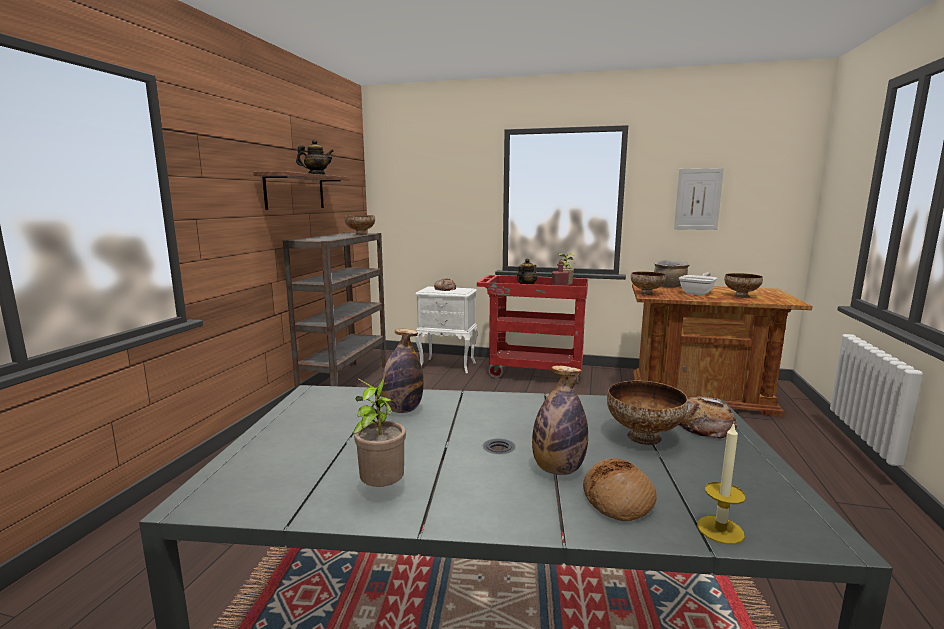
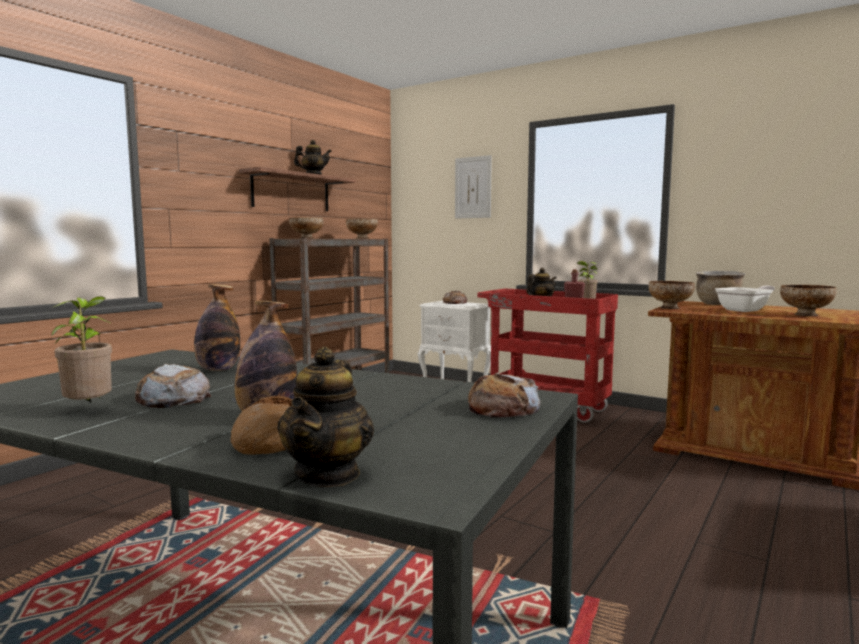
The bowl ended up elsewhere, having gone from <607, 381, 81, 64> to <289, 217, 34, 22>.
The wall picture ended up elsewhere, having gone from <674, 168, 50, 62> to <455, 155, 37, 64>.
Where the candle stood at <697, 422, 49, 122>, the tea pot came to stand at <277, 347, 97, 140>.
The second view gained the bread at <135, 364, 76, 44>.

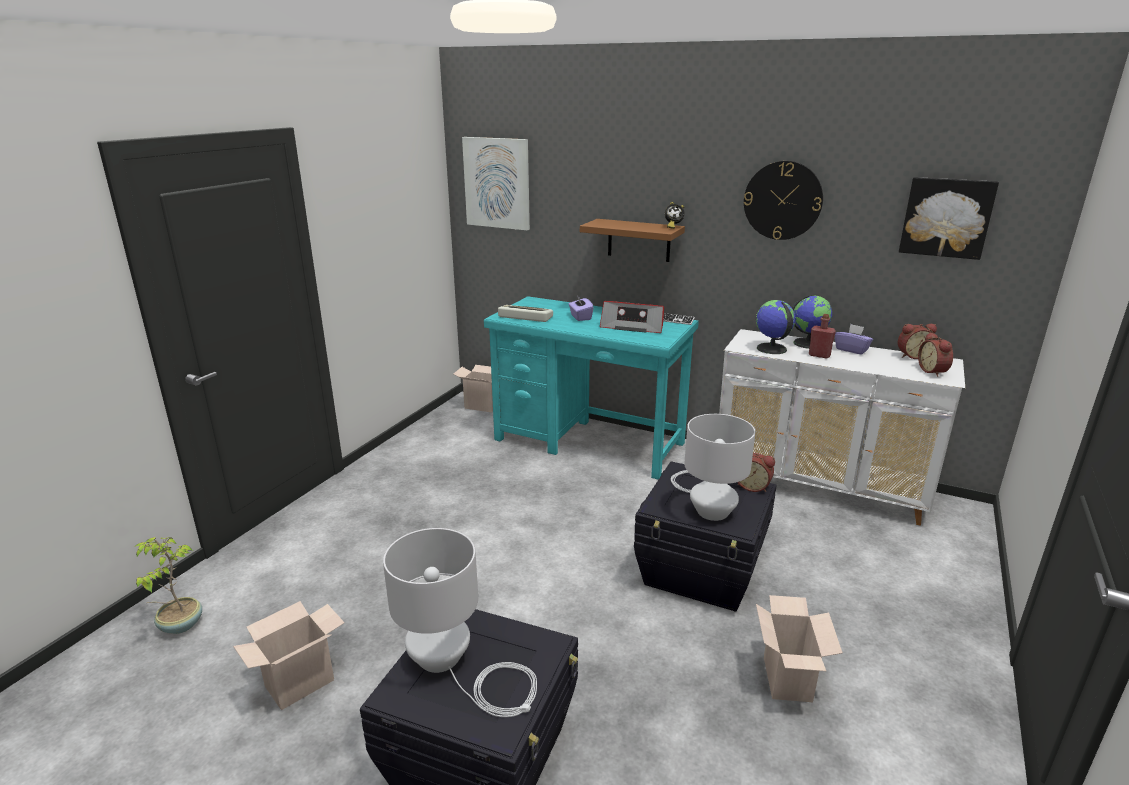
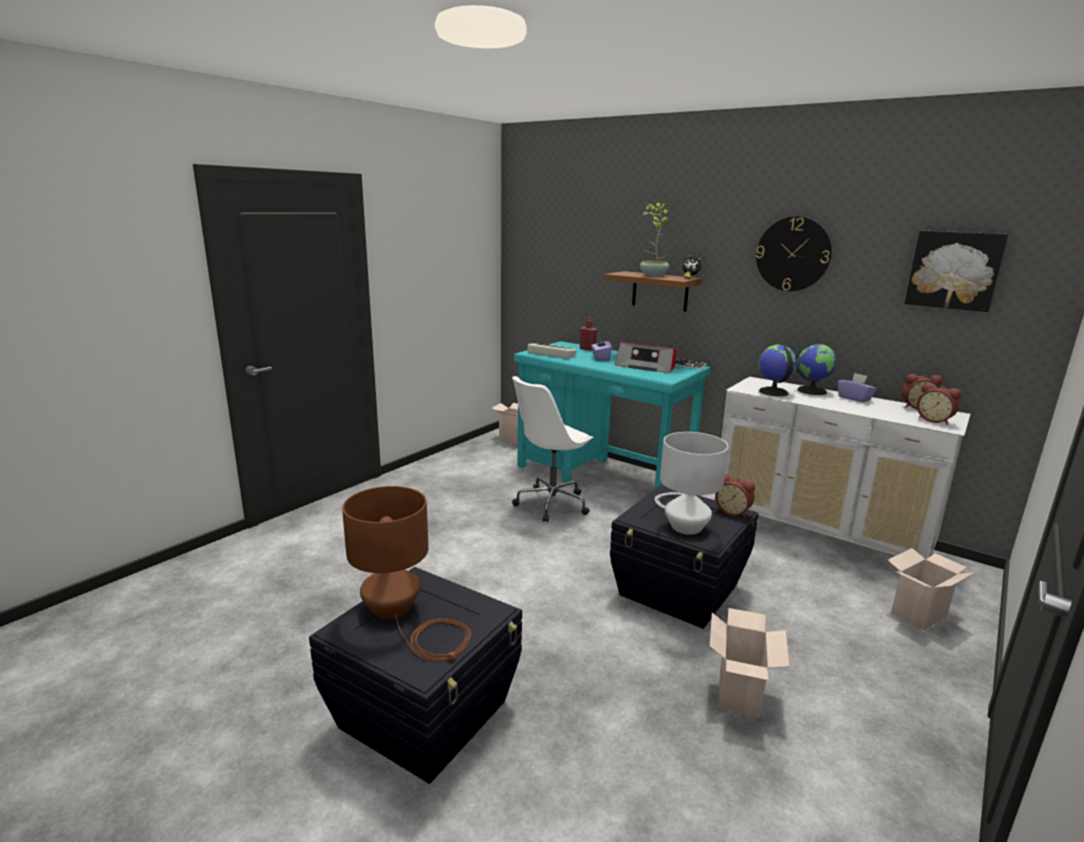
The potted plant ended up elsewhere, having gone from <134, 537, 68, 97> to <640, 200, 30, 77>.
The carton ended up elsewhere, having gone from <233, 601, 112, 109> to <888, 548, 87, 83>.
What was the table lamp in whitish at <383, 528, 154, 189> turned into the table lamp in brown-coloured at <342, 486, 129, 176>.
The second view lost the wall picture at <462, 137, 68, 93>.
The bottle in red ended up elsewhere, having gone from <809, 314, 27, 45> to <580, 317, 17, 34>.
The bedside clock at <918, 332, 35, 45> ended up facing another way, 45 degrees counterclockwise from before.
The second view gained the computer chair in whitish at <512, 376, 82, 146>.

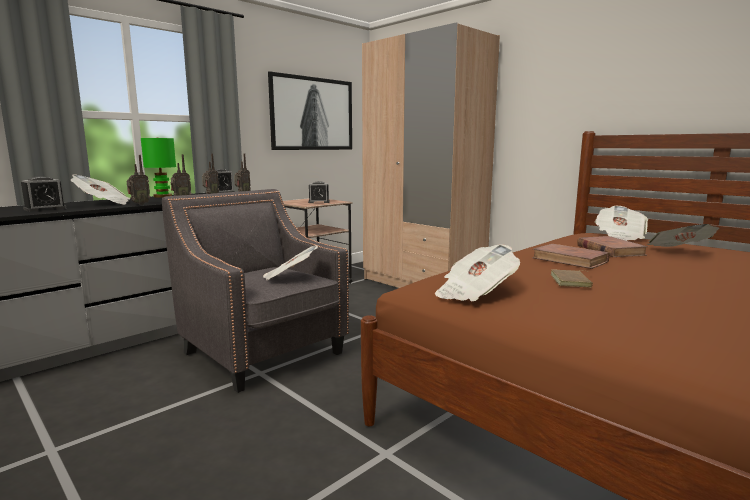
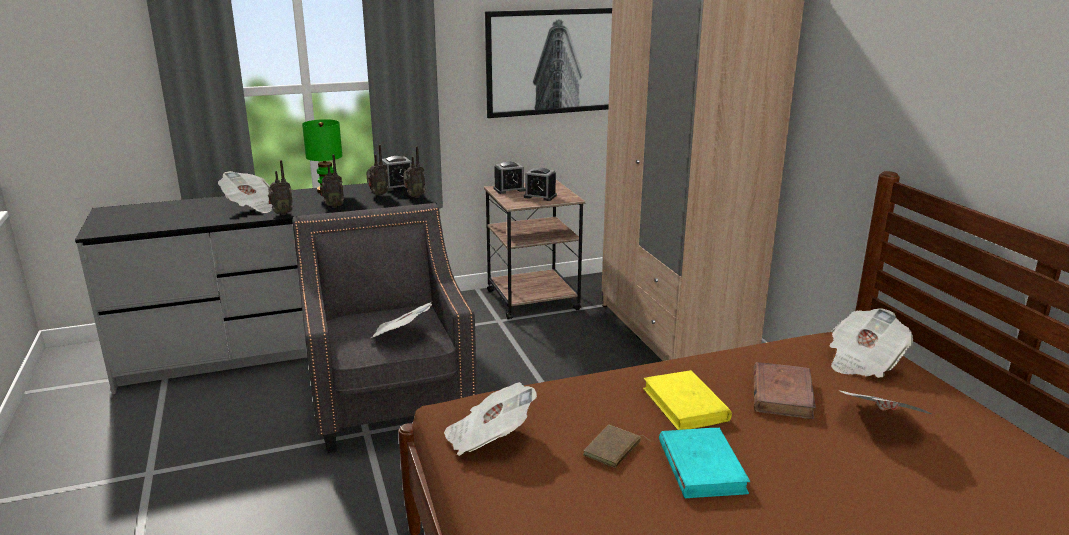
The bedside clock ended up elsewhere, having gone from <21, 177, 46, 35> to <494, 162, 31, 32>.
What was the volume in brown-coloured at <532, 244, 78, 25> turned into the volume in yellow-coloured at <643, 370, 89, 60>.
The second view gained the volume in turquoise-coloured at <659, 428, 91, 70>.

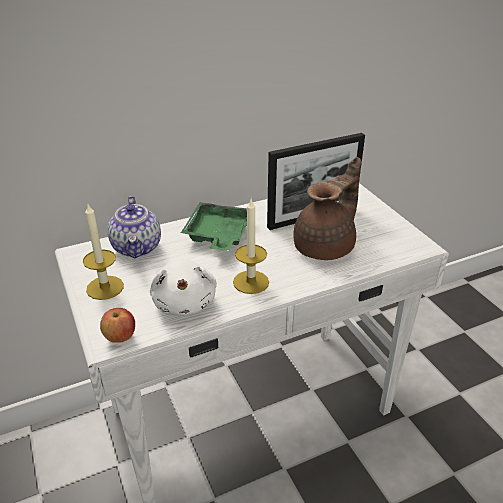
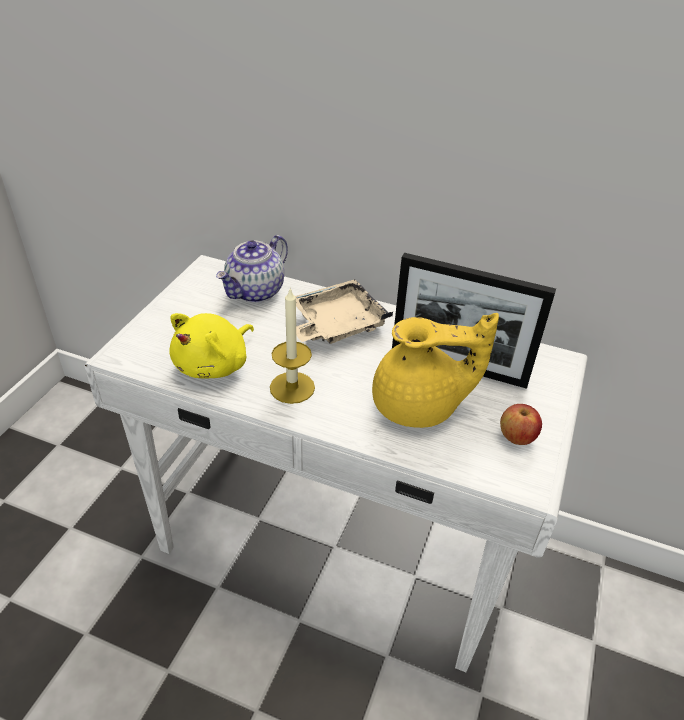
The second view lost the candle at <83, 204, 41, 96>.
The whole apple ended up elsewhere, having gone from <100, 308, 35, 35> to <500, 404, 42, 41>.
What was the cuddly toy in whitish at <150, 259, 67, 56> turned into the cuddly toy in yellow-coloured at <169, 313, 85, 66>.
What was the carrying tray in greenish at <181, 202, 66, 49> turned into the carrying tray in sand-coloured at <295, 279, 98, 65>.
What was the tea pot in brown-coloured at <293, 157, 68, 103> turned into the tea pot in yellow-coloured at <372, 313, 127, 115>.

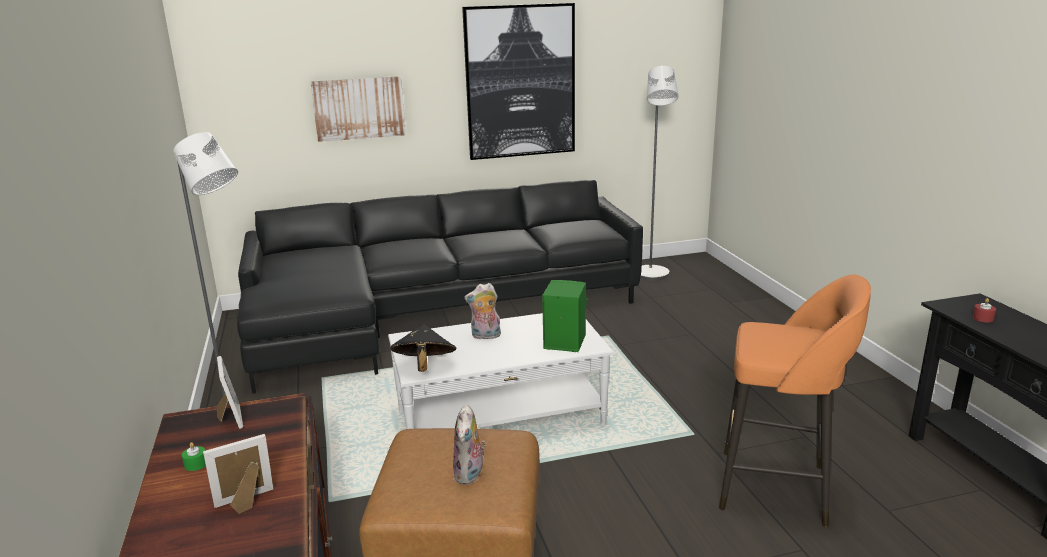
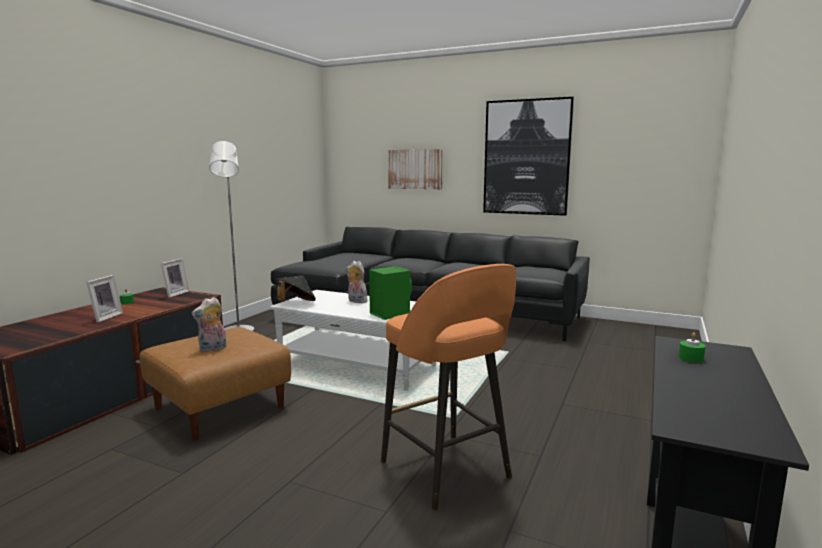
The photo frame at <203, 434, 70, 80> ended up facing another way, 90 degrees clockwise from before.
The second view lost the standing lamp in grey at <640, 66, 38, 215>.
What was the candle in red at <973, 298, 23, 24> turned into the candle in greenish at <678, 332, 27, 31>.

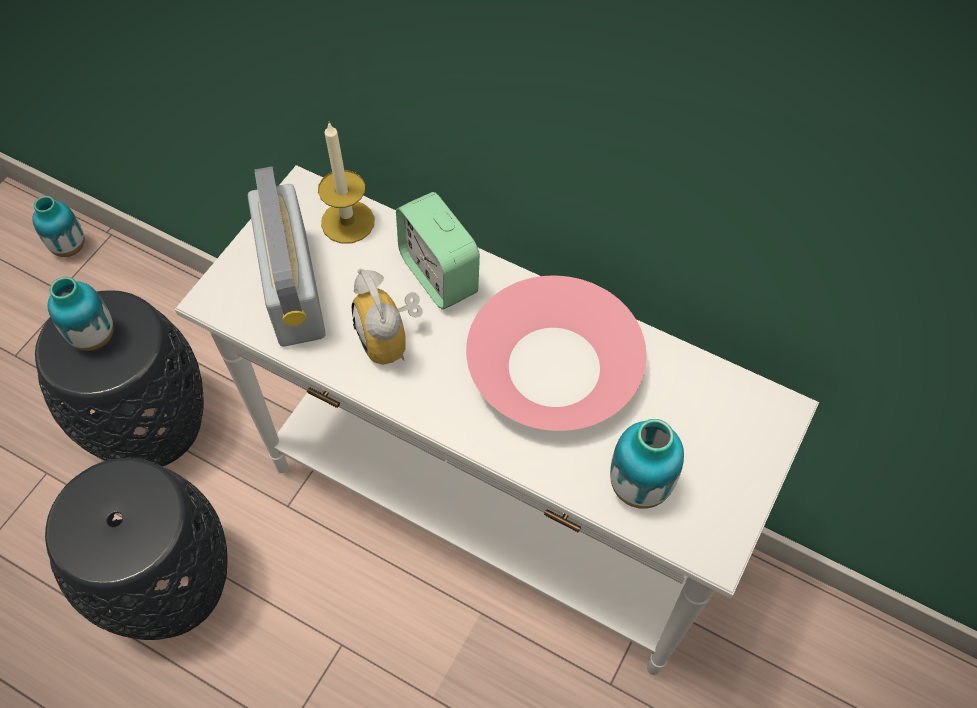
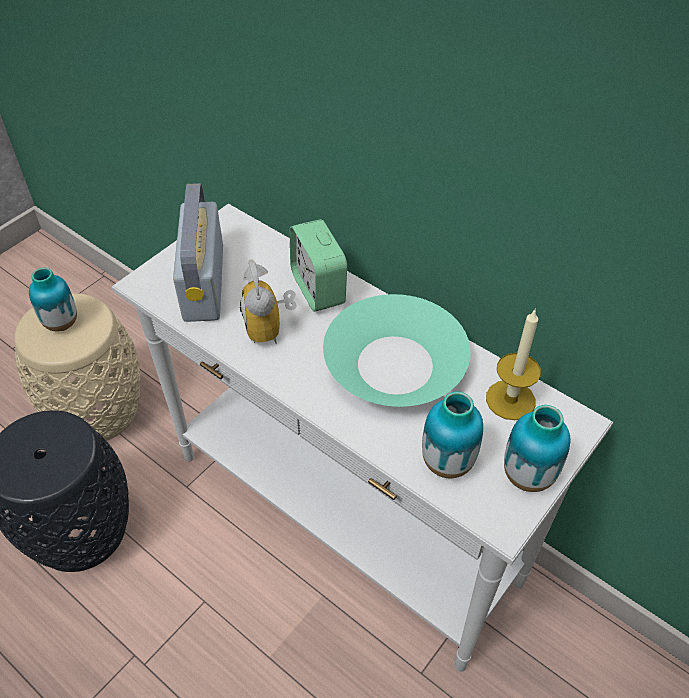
The decorative vase ended up elsewhere, having gone from <32, 196, 53, 61> to <504, 405, 66, 87>.
What was the sitting stool in black at <35, 290, 169, 176> turned into the sitting stool in sand-coloured at <14, 293, 127, 148>.
The candle ended up elsewhere, having gone from <318, 123, 57, 121> to <486, 310, 55, 110>.
What was the bowl in pink-coloured at <466, 276, 180, 155> turned into the bowl in turquoise-coloured at <323, 294, 148, 113>.

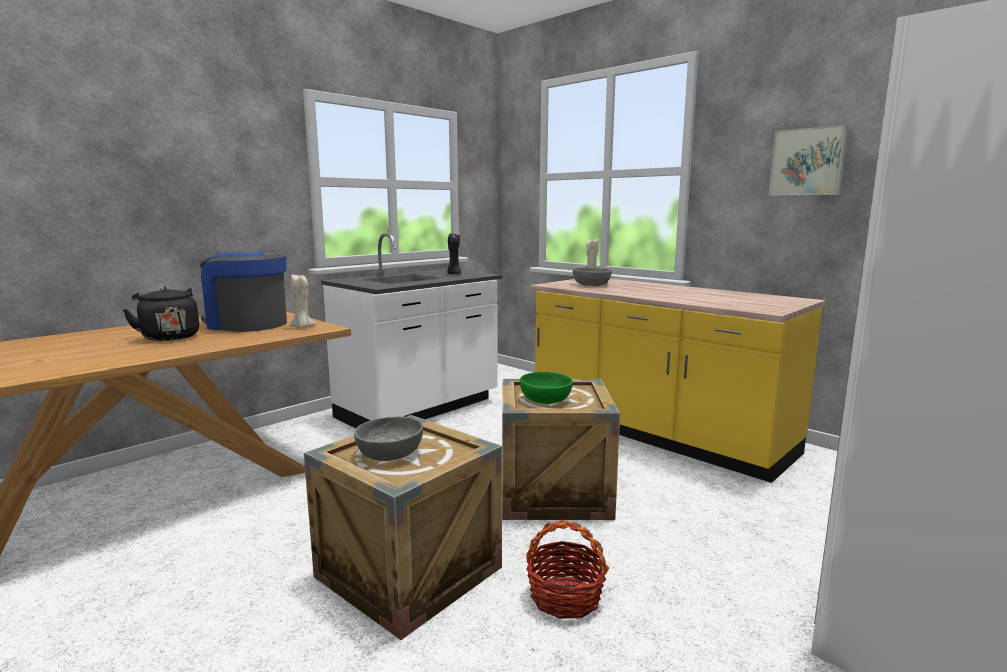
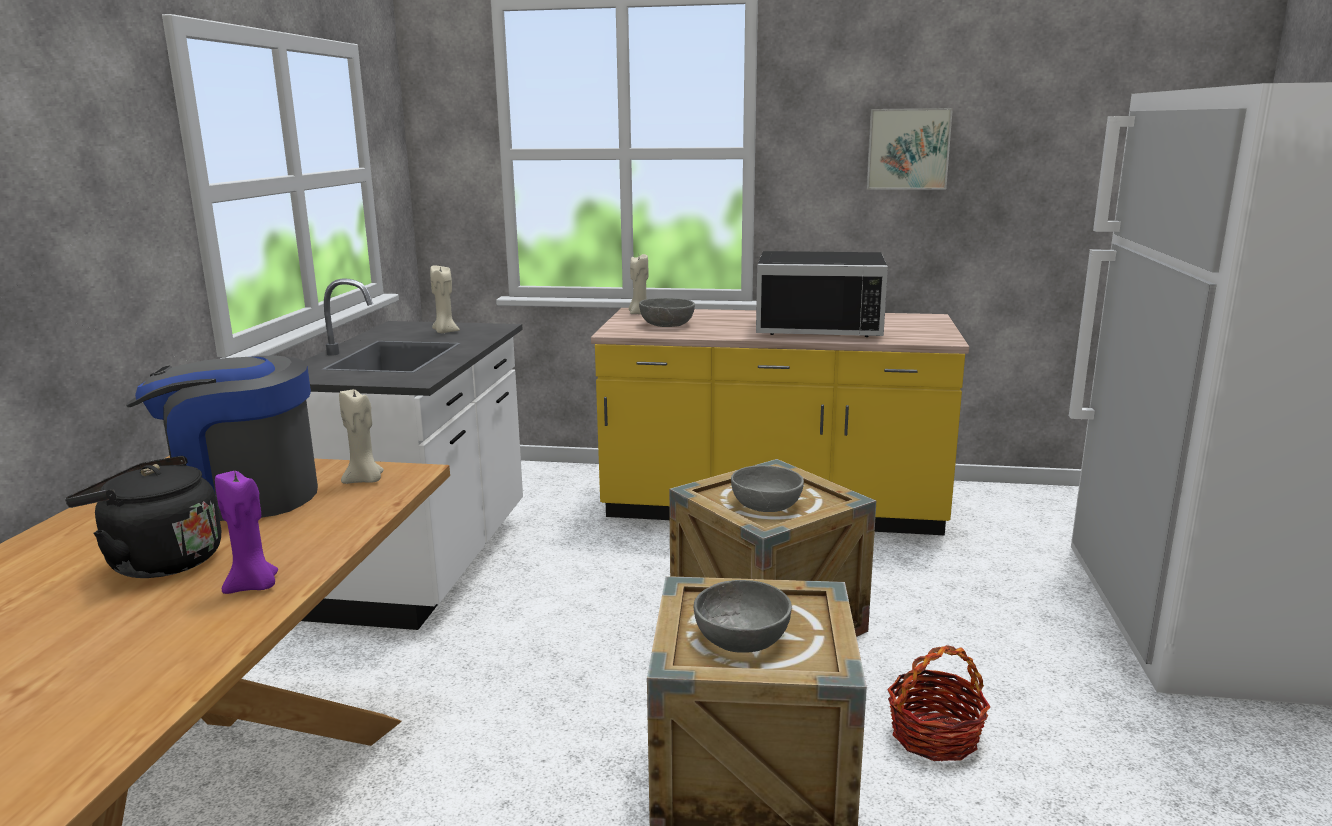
What was the candle in black at <447, 234, 14, 40> turned into the candle in sand-coloured at <430, 266, 30, 67>.
What was the bowl in greenish at <520, 372, 53, 32> turned into the bowl in grey at <731, 466, 73, 46>.
The second view gained the candle in purple-coloured at <215, 469, 63, 125>.
The second view gained the kitchen microwave in black at <756, 251, 132, 86>.

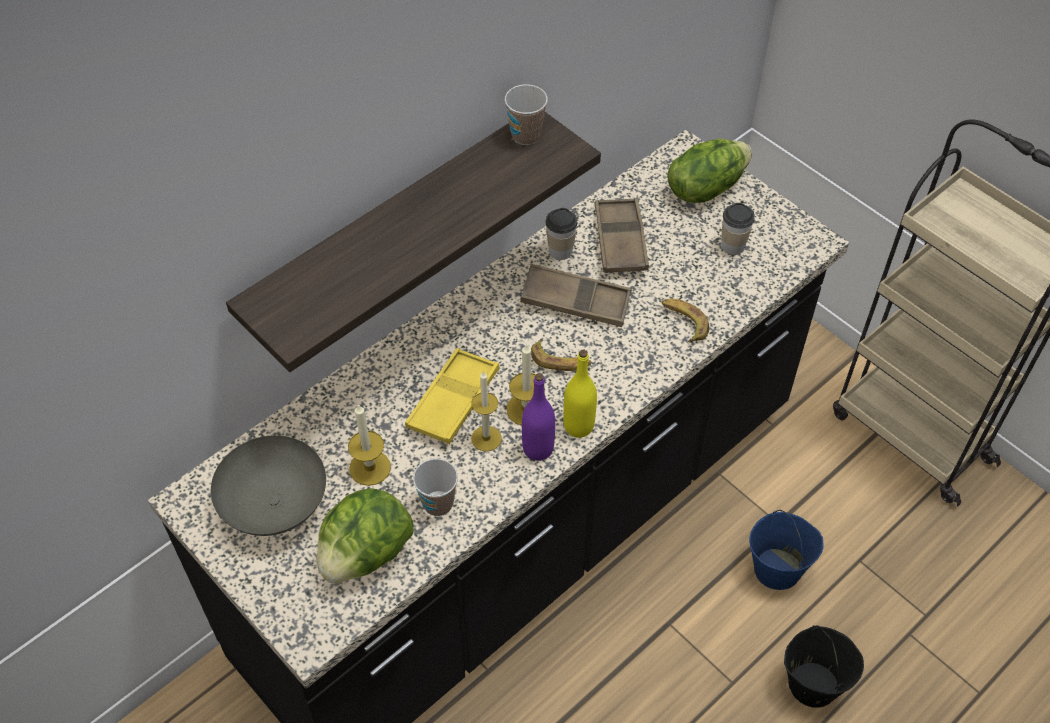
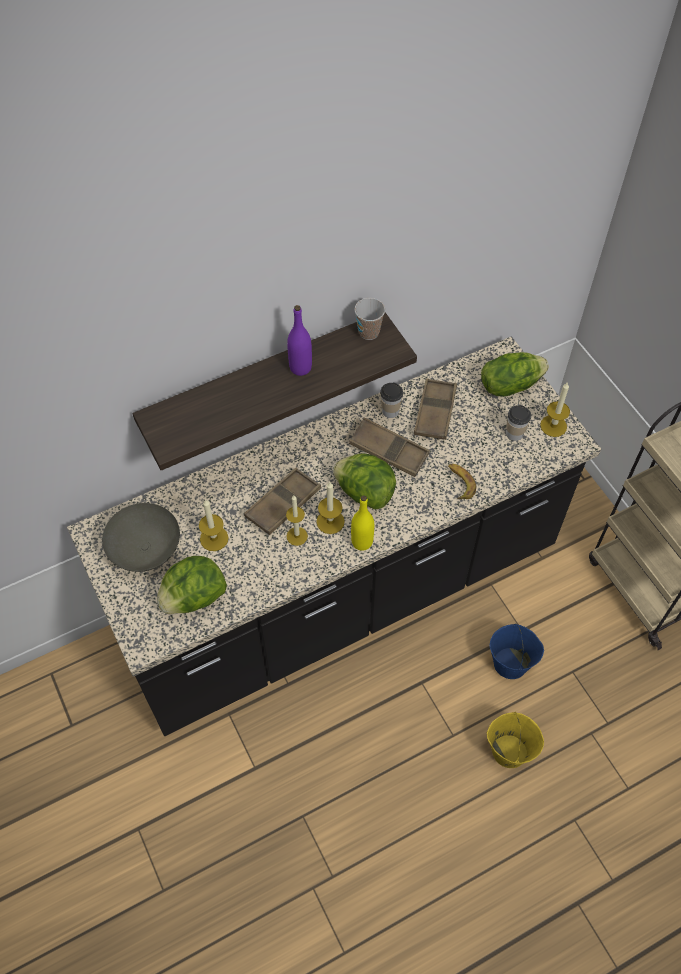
What was the carrying tray in yellow-coloured at <405, 348, 95, 96> turned into the carrying tray in brown-coloured at <244, 468, 77, 67>.
The second view lost the cup at <413, 458, 45, 58>.
The bottle in purple-coloured ended up elsewhere, having gone from <522, 373, 33, 88> to <287, 305, 25, 71>.
Where the banana fruit stood at <531, 339, 61, 32>, the lettuce head came to stand at <333, 453, 63, 56>.
What was the bucket in black at <784, 625, 80, 82> turned into the bucket in yellow-coloured at <487, 712, 57, 56>.
The second view gained the candle at <540, 383, 30, 54>.

